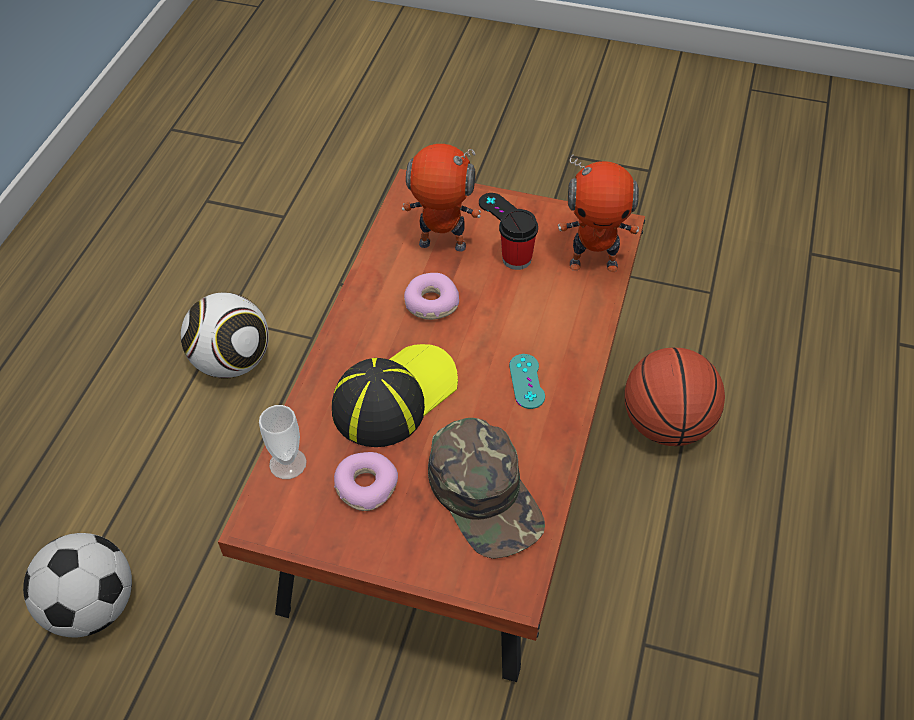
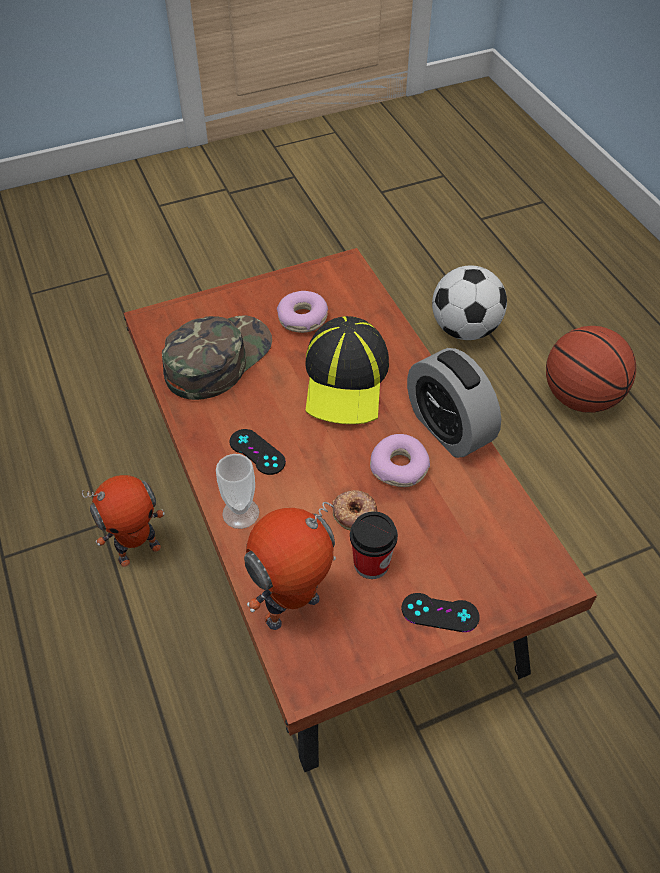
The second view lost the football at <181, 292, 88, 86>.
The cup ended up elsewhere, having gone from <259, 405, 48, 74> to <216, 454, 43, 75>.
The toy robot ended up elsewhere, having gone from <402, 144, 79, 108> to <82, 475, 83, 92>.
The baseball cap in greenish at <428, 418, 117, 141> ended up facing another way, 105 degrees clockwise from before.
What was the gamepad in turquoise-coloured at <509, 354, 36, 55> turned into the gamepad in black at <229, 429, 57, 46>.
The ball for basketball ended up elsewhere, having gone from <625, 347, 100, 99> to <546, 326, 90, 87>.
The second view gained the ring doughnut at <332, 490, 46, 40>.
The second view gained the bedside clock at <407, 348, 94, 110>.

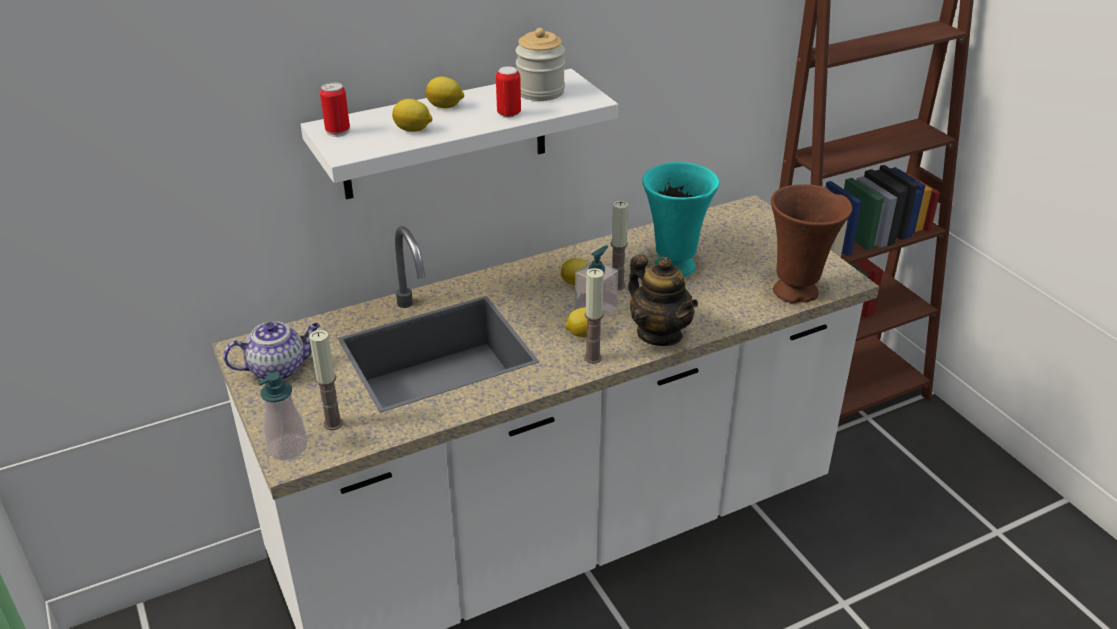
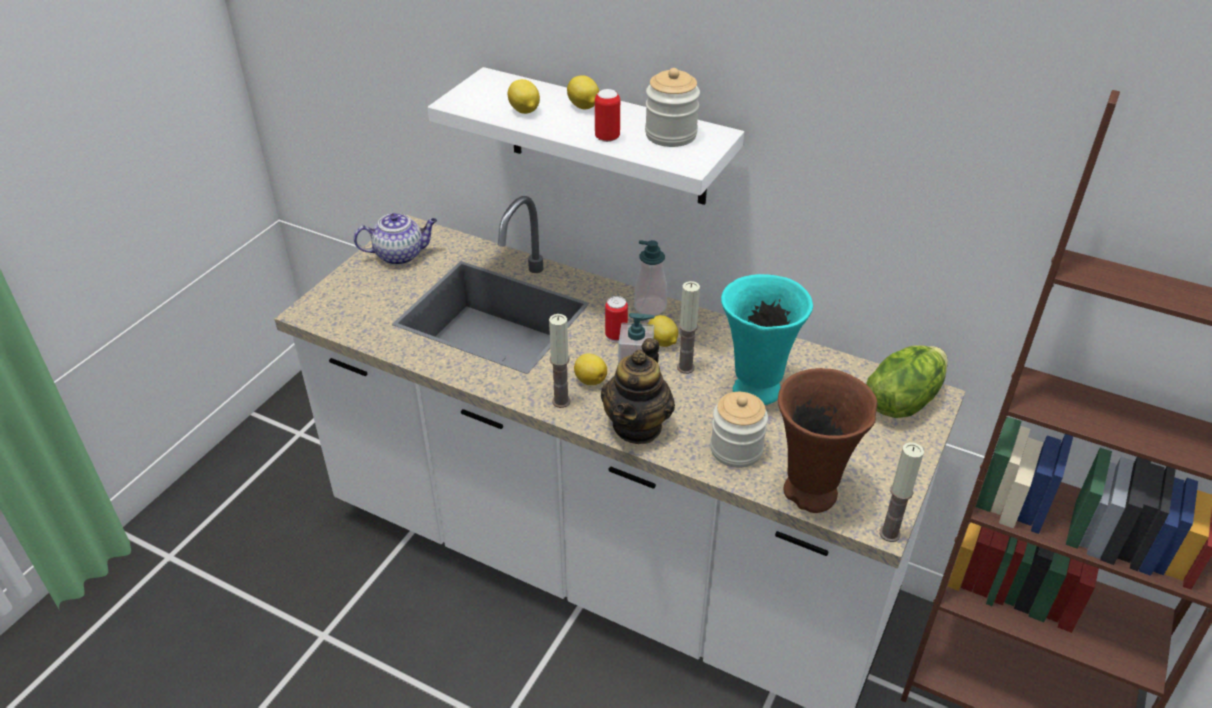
The tea pot at <223, 321, 97, 59> ended up facing another way, 45 degrees counterclockwise from before.
The liquid soap bottle ended up elsewhere, having gone from <257, 373, 50, 87> to <634, 240, 33, 75>.
The candle ended up elsewhere, having gone from <309, 330, 34, 100> to <879, 442, 45, 100>.
The metal can ended up elsewhere, having gone from <320, 82, 30, 55> to <605, 296, 23, 47>.
The second view gained the jar at <710, 392, 58, 76>.
The second view gained the lettuce head at <866, 345, 82, 73>.

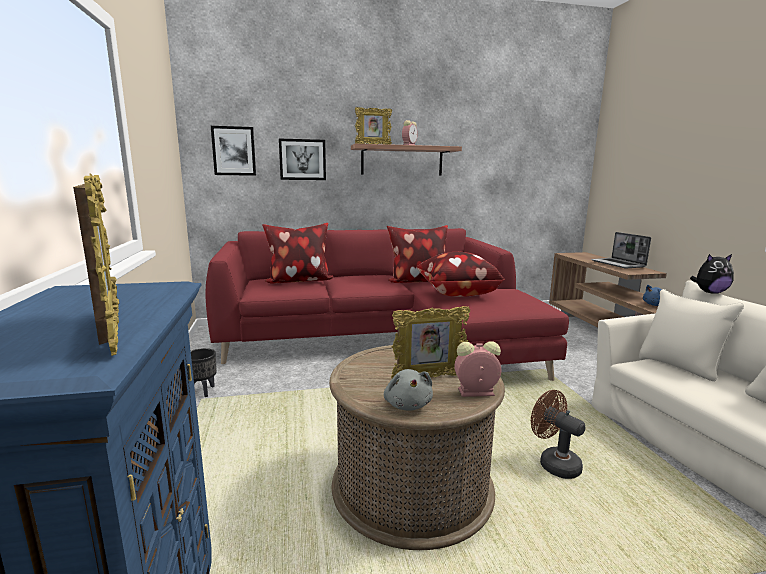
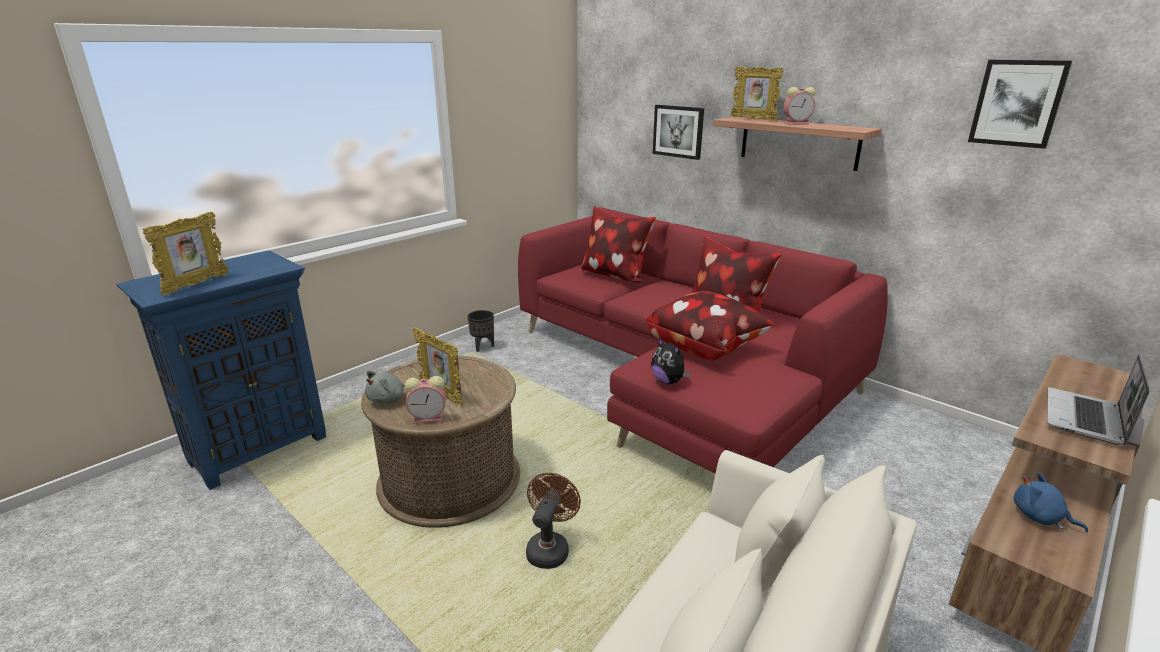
The wall picture ended up elsewhere, having gone from <211, 126, 45, 50> to <968, 60, 104, 89>.
The bedside clock at <454, 341, 47, 56> ended up facing another way, 120 degrees clockwise from before.
The cuddly toy ended up elsewhere, having gone from <690, 254, 44, 40> to <651, 338, 40, 46>.

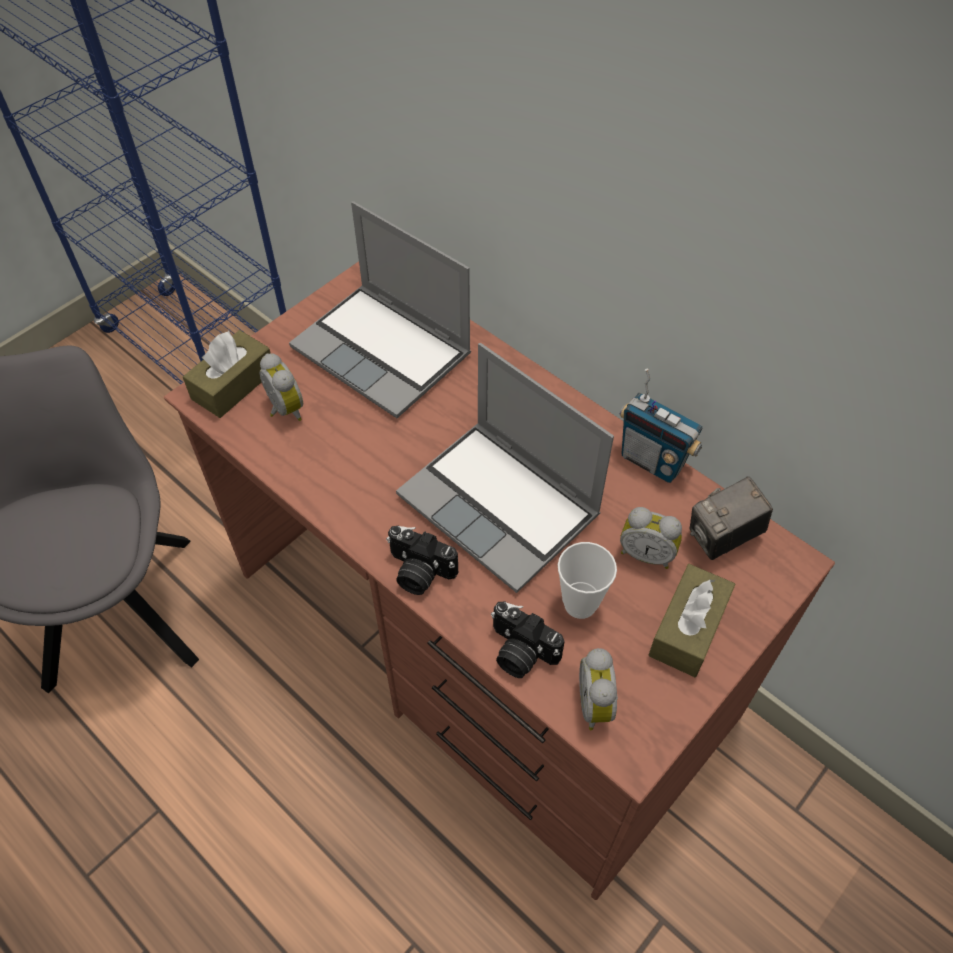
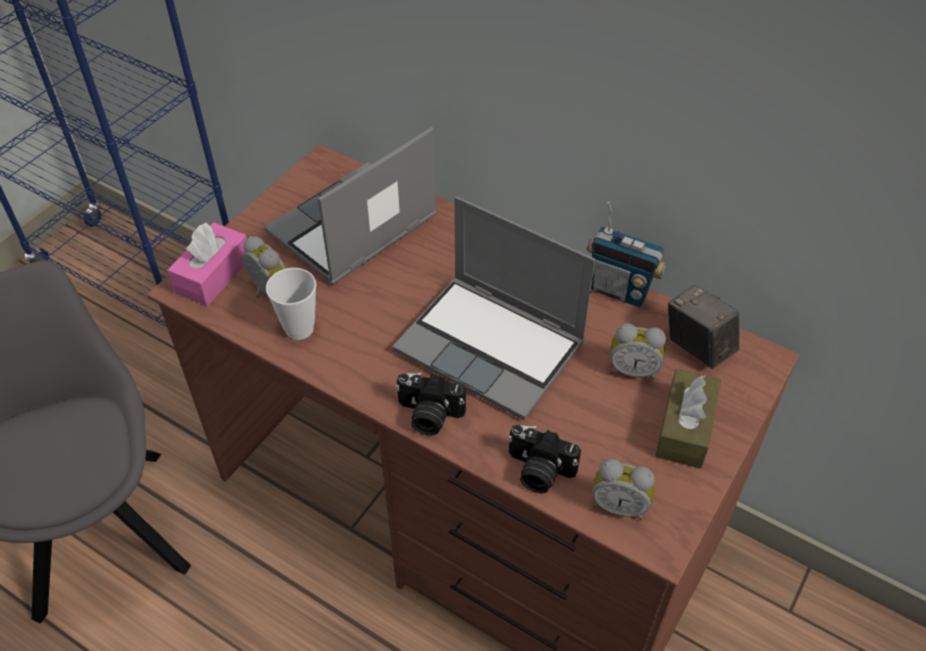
What was the box of tissues in brown-coloured at <183, 330, 87, 88> turned into the box of tissues in pink-coloured at <167, 222, 80, 84>.
The laptop at <289, 201, 182, 217> ended up facing another way, 105 degrees clockwise from before.
The cup ended up elsewhere, having gone from <558, 542, 59, 77> to <266, 268, 50, 72>.
The bedside clock at <579, 648, 39, 82> ended up facing another way, 60 degrees counterclockwise from before.
The photo camera at <690, 476, 83, 84> ended up facing another way, 90 degrees clockwise from before.

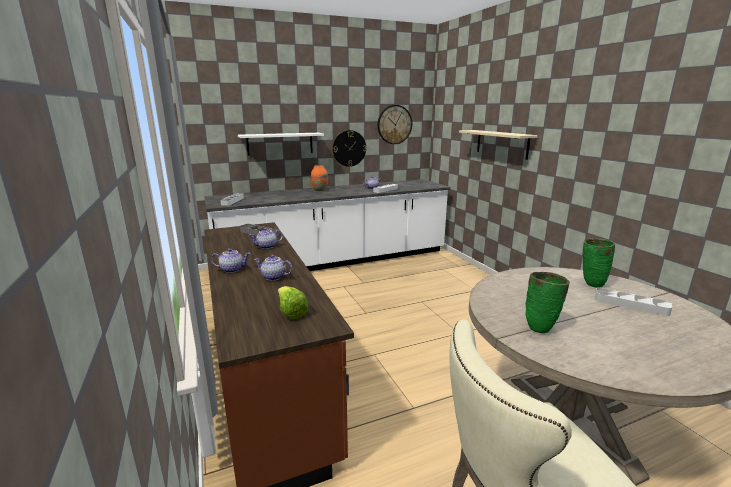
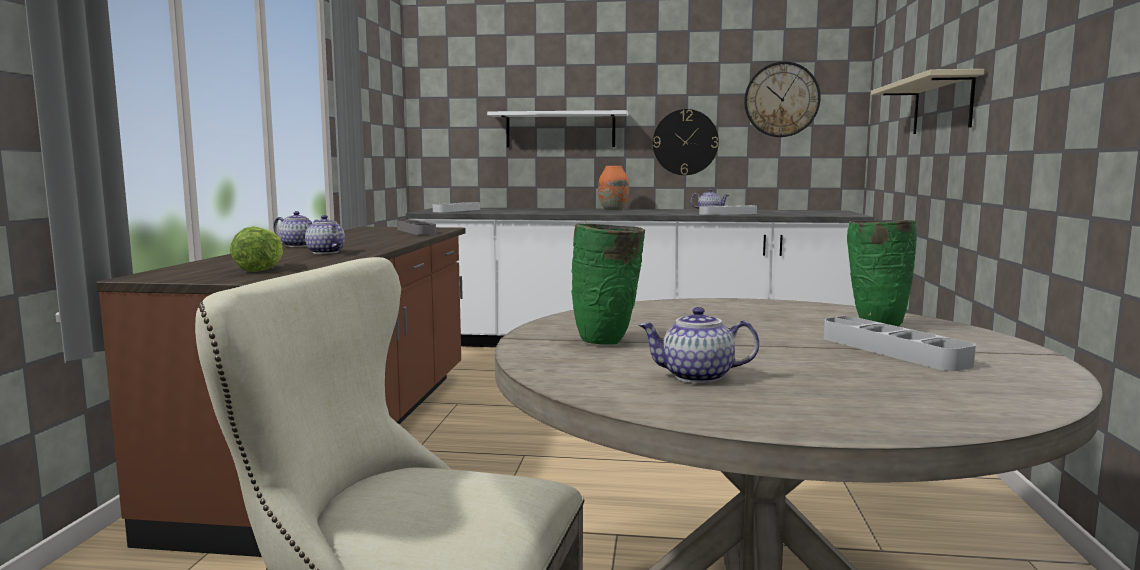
The tea pot ended up elsewhere, having gone from <249, 228, 34, 21> to <638, 307, 121, 76>.

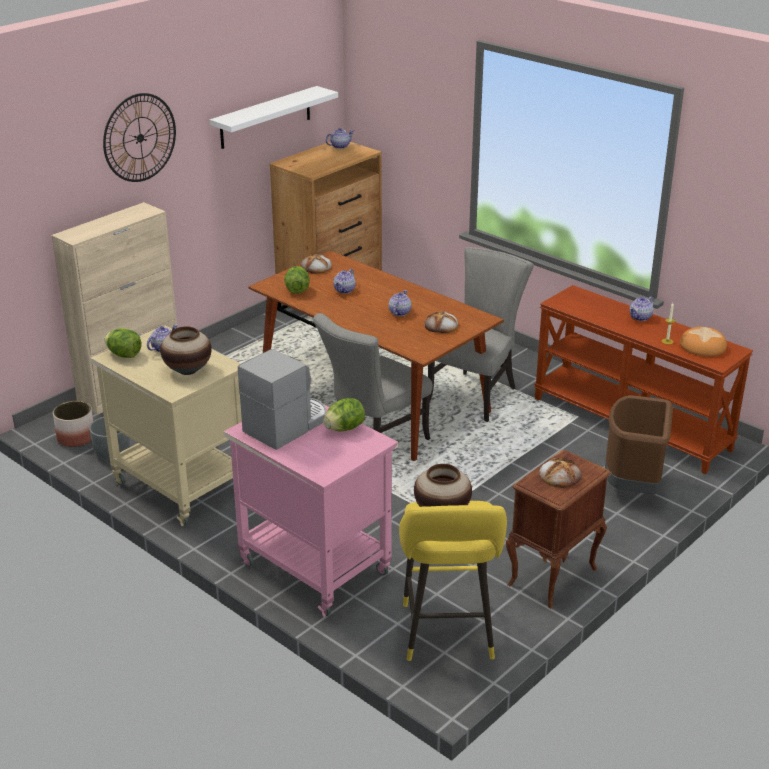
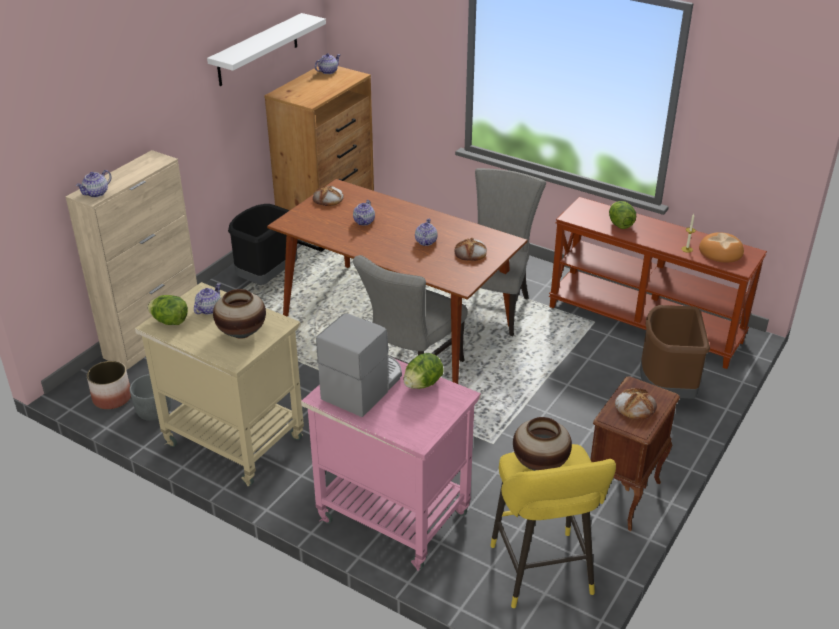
The second view lost the hanging clock at <103, 93, 73, 89>.
The lettuce head ended up elsewhere, having gone from <284, 266, 26, 28> to <609, 201, 27, 28>.
The tea pot ended up elsewhere, having gone from <629, 296, 25, 25> to <76, 170, 36, 27>.
The second view gained the rubbish bin in black at <228, 204, 70, 81>.

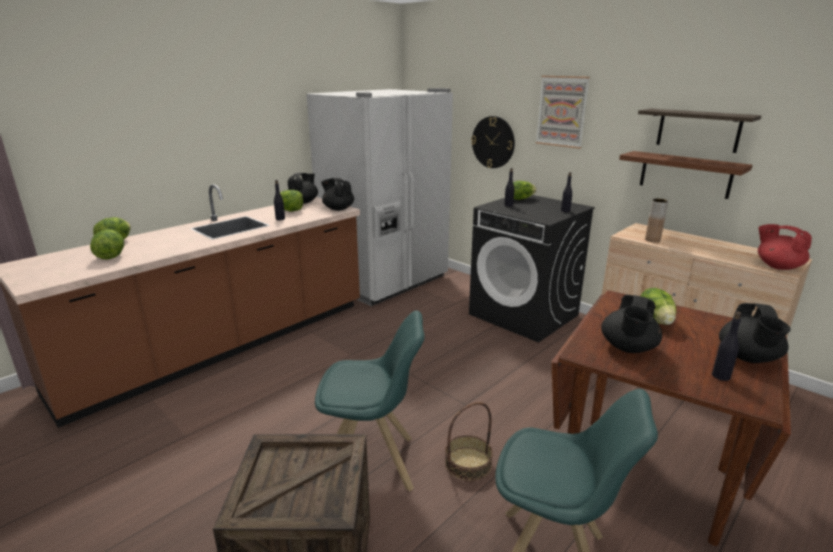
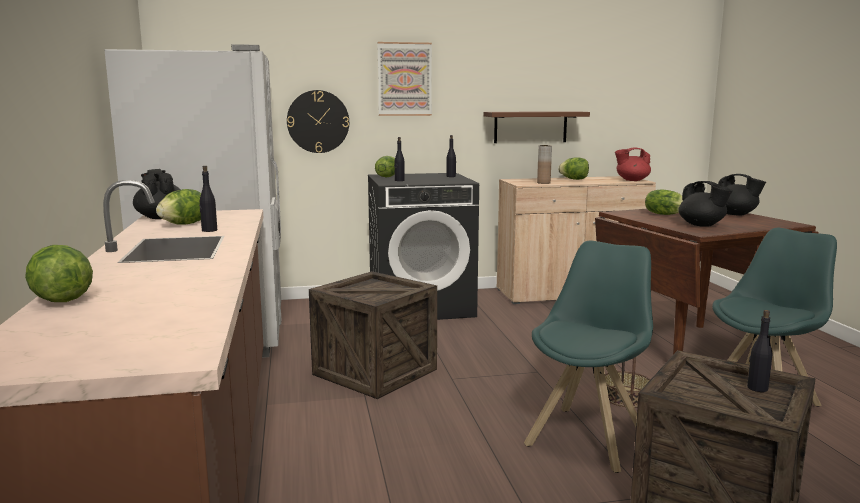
The lettuce head ended up elsewhere, having gone from <90, 229, 34, 31> to <558, 157, 31, 23>.
The second view lost the tea pot in black at <321, 178, 33, 33>.
The second view lost the shelf at <638, 109, 124, 44>.
The bottle in black ended up elsewhere, having gone from <712, 312, 29, 69> to <747, 310, 25, 82>.
The second view gained the crate at <309, 271, 128, 128>.

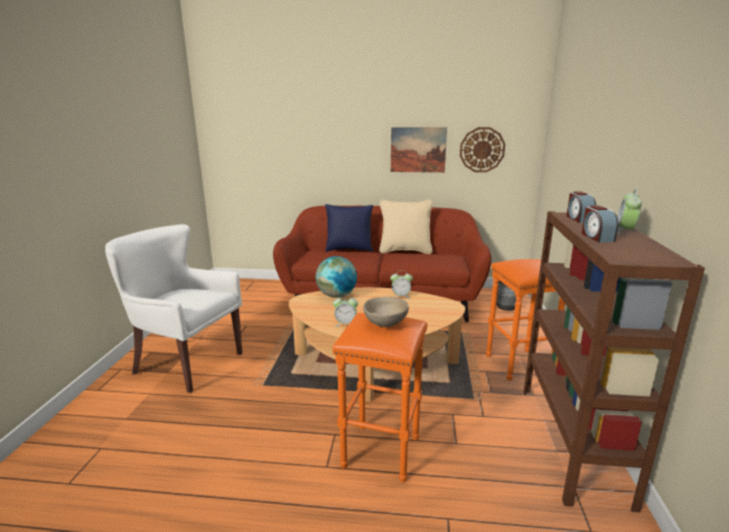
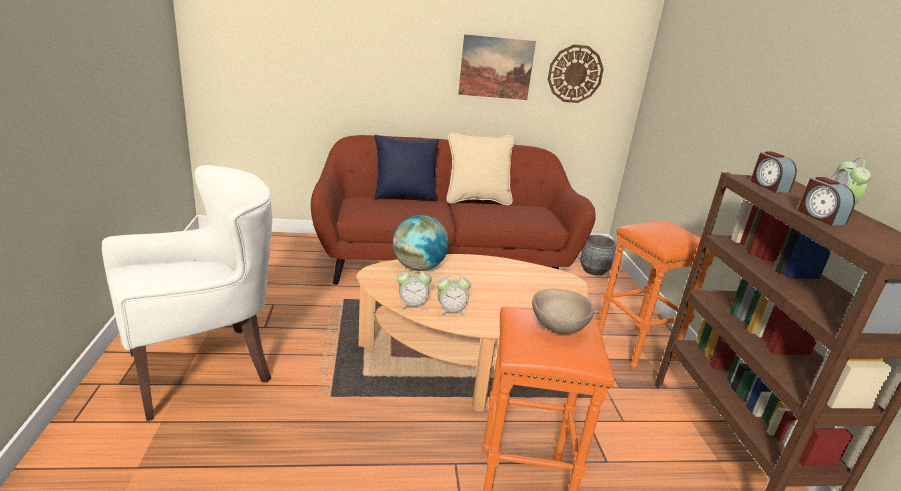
The lounge chair in whitish at <105, 224, 137, 169> ended up facing another way, 135 degrees clockwise from before.
The bedside clock ended up elsewhere, having gone from <390, 270, 23, 29> to <397, 267, 34, 43>.

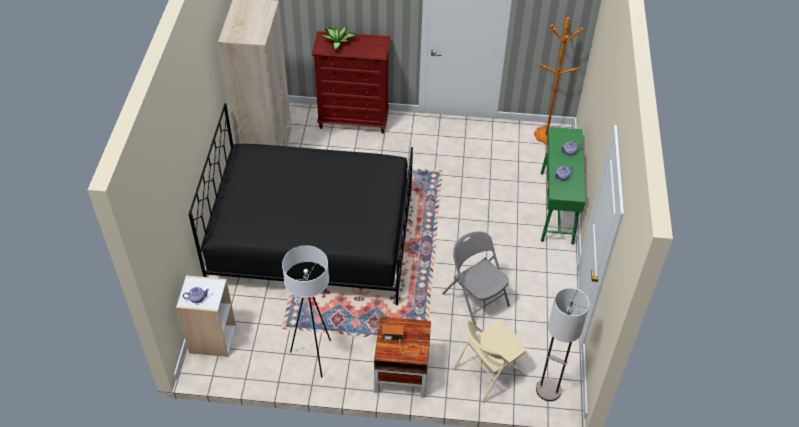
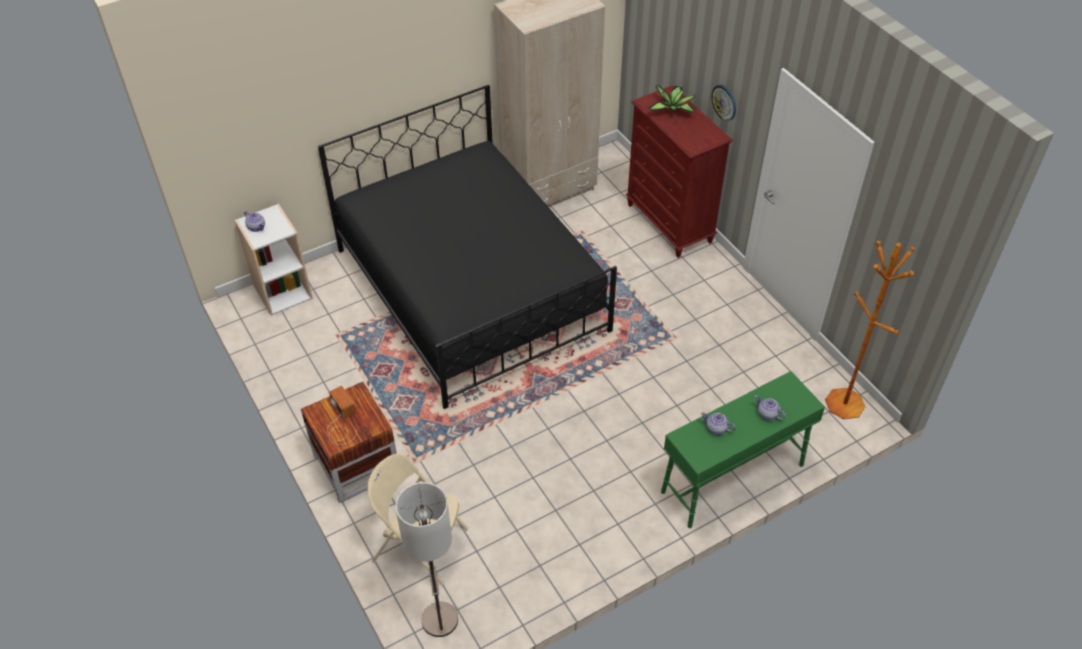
The second view lost the standing lamp in whitish at <282, 245, 49, 132>.
The second view lost the upright chair in grey at <442, 231, 68, 94>.
The second view gained the hanging clock at <711, 85, 25, 36>.

